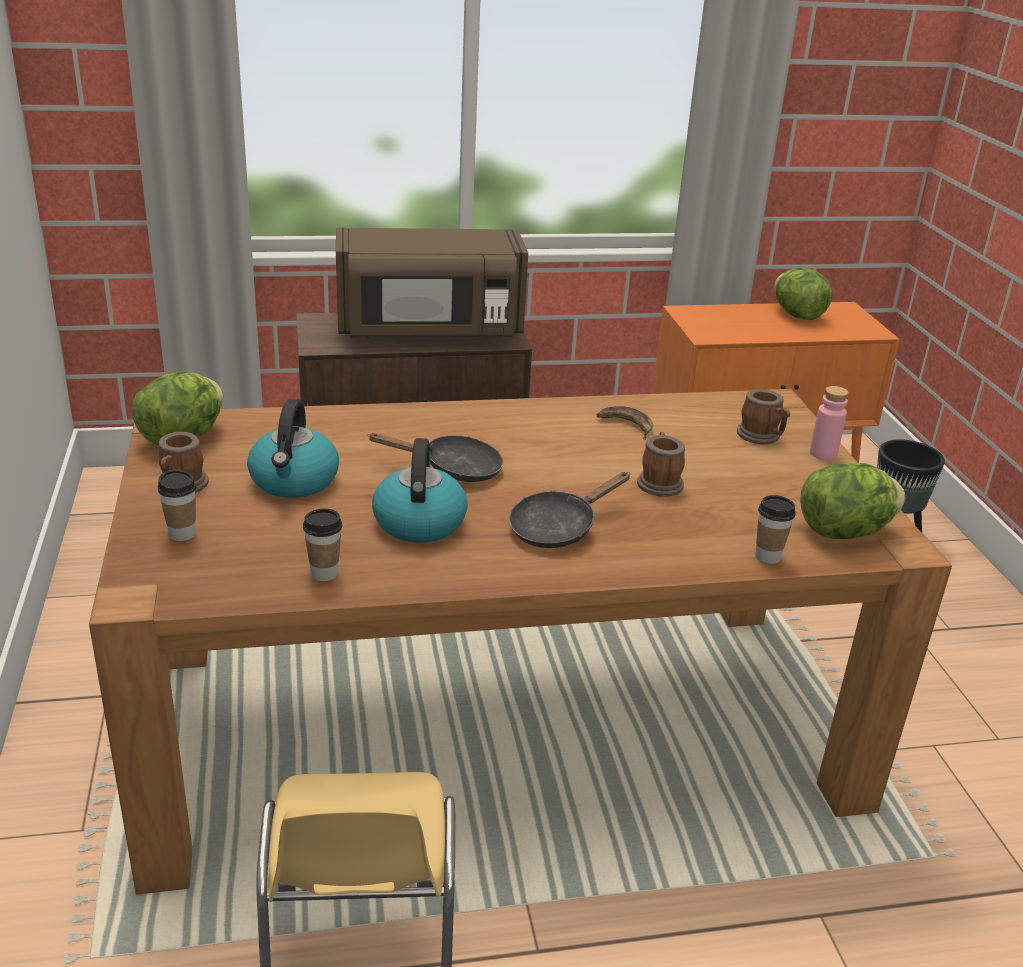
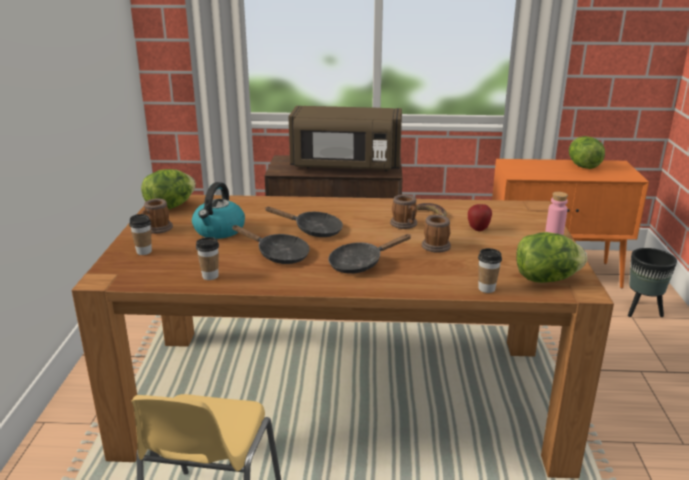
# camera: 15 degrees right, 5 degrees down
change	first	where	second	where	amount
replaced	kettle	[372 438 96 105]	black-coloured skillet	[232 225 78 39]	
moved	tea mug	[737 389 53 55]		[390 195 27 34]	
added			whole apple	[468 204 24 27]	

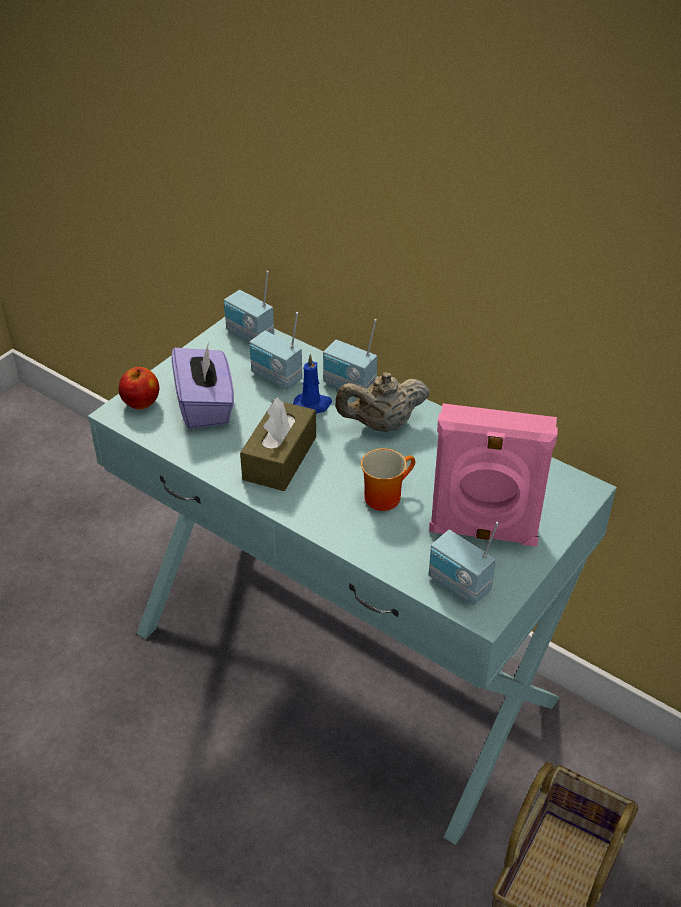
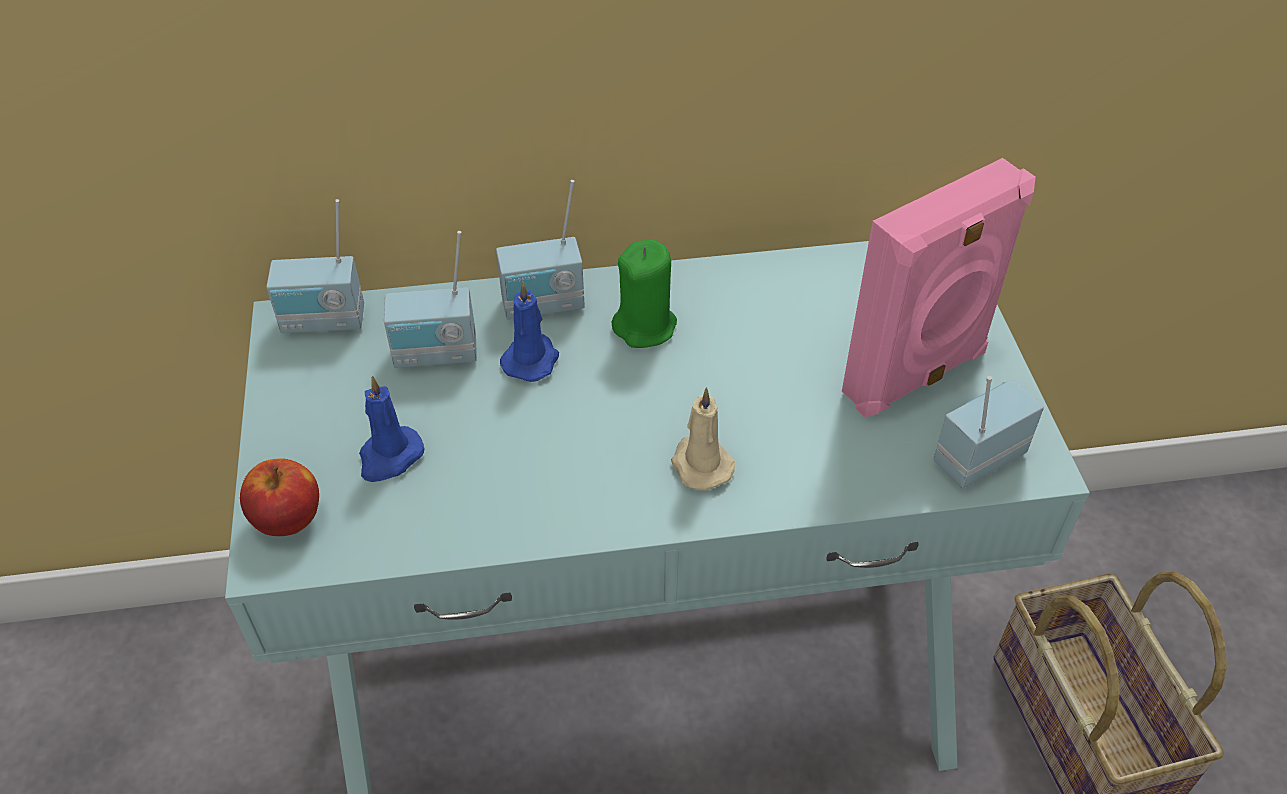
# camera: 45 degrees left, 5 degrees up
change	first	where	second	where	amount
replaced	purple-coloured box of tissues	[172 342 62 87]	bluish wax candle	[359 376 65 106]	
replaced	beige-coloured teapot	[335 372 95 60]	greenish wax candle	[612 239 65 109]	
added			beige-coloured wax candle	[671 387 64 104]	
turned	radio receiver	[429 522 70 83]		[933 376 111 112]	150 degrees clockwise
removed	brown box of tissues	[240 398 76 93]			
removed	tea mug	[361 448 54 63]			

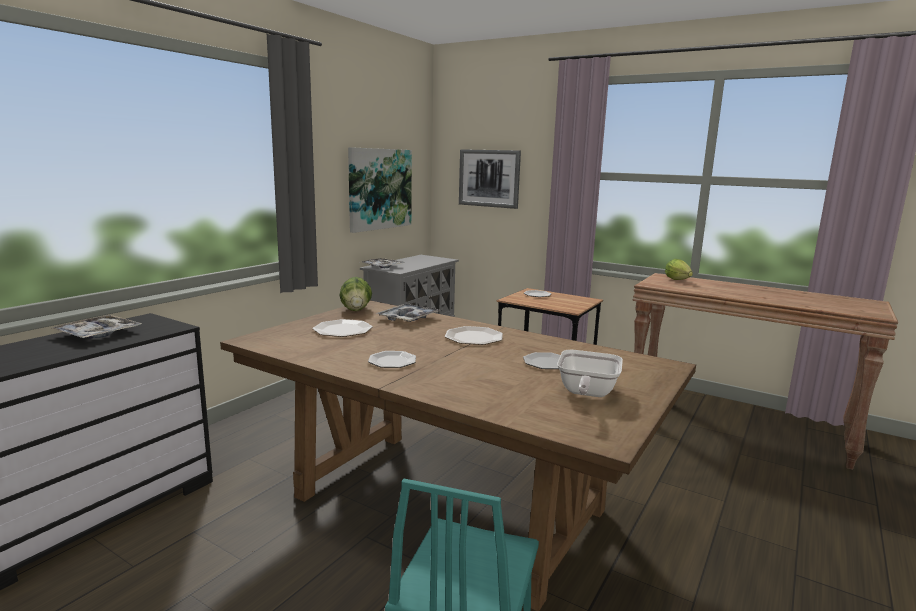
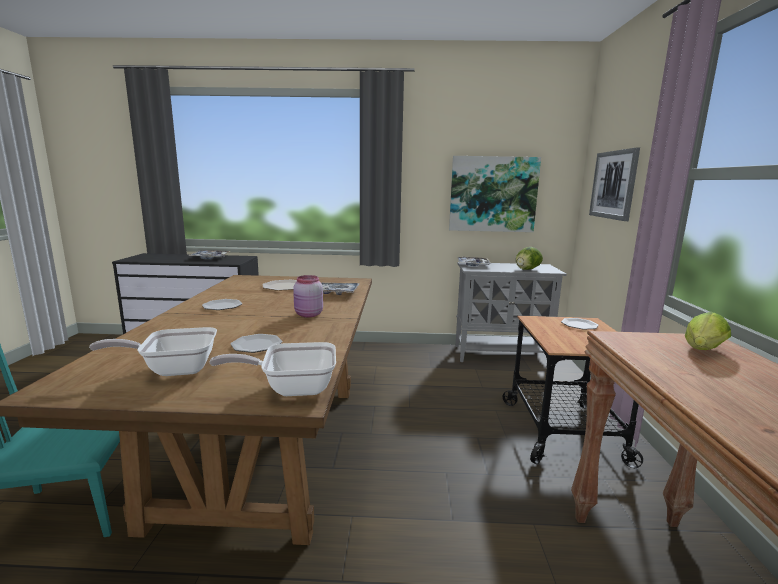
# camera: 60 degrees right, 0 degrees up
change	first	where	second	where	amount
added			skillet	[209 342 127 54]	
replaced	dinner plate	[445 326 58 19]	pink jar	[293 275 30 42]	
moved	head of lettuce	[339 277 33 34]		[516 247 27 23]	

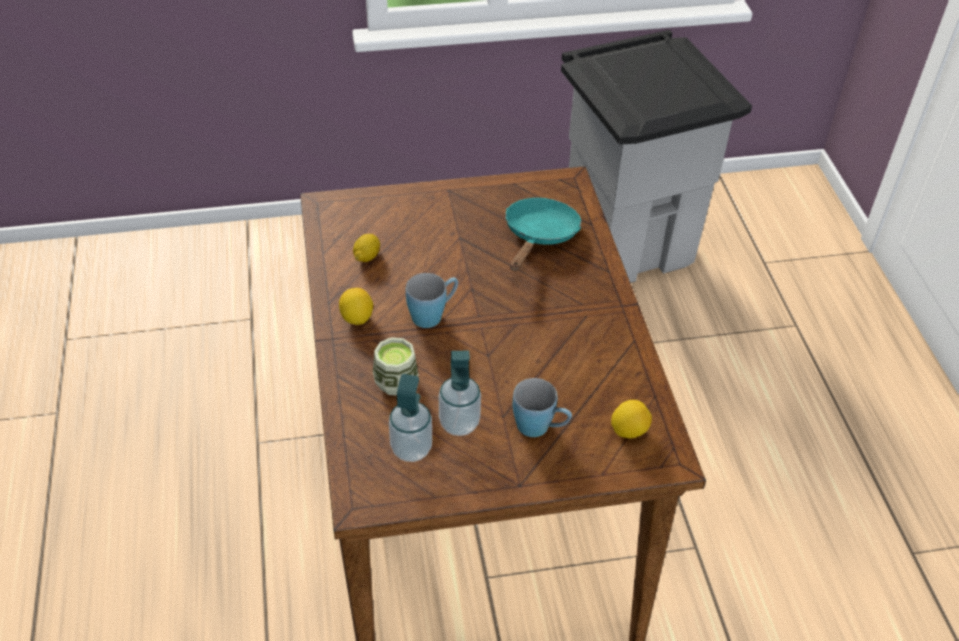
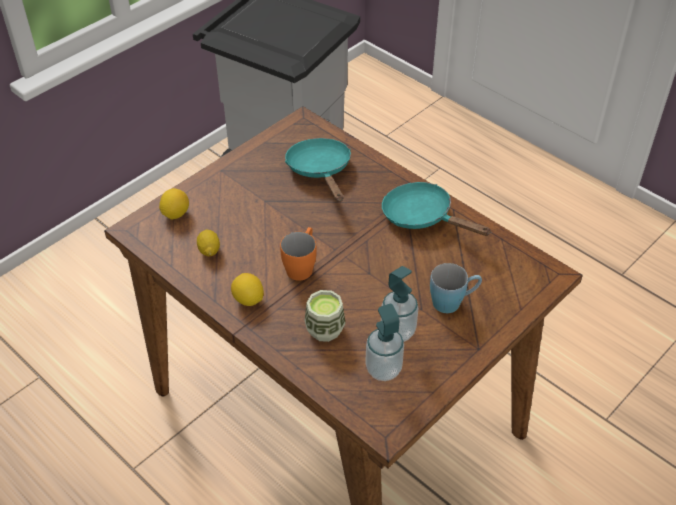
# camera: 35 degrees left, 0 degrees up
change	first	where	second	where	amount
moved	whole lemon	[611 400 41 38]		[159 188 30 32]	
recoloured	bluish tea mug	[406 273 52 55]	orange-coloured tea mug	[280 227 36 54]	
added			turquoise skillet	[382 182 109 54]	

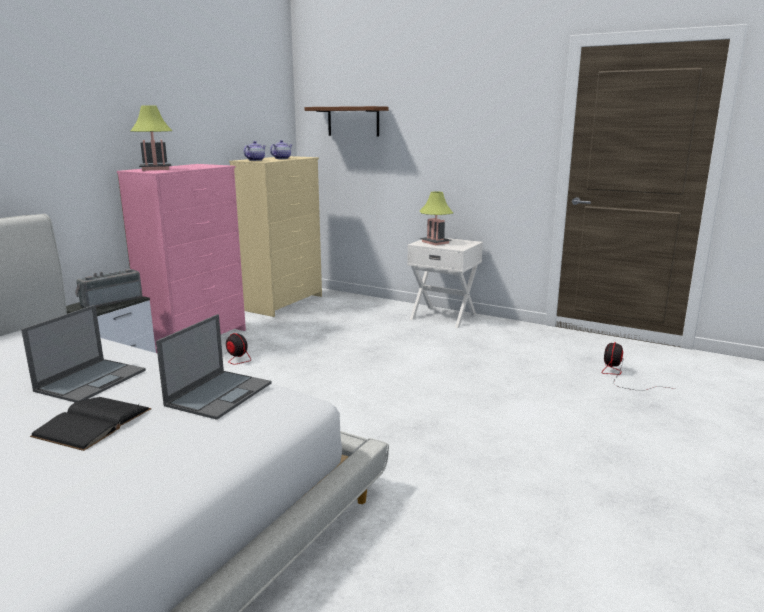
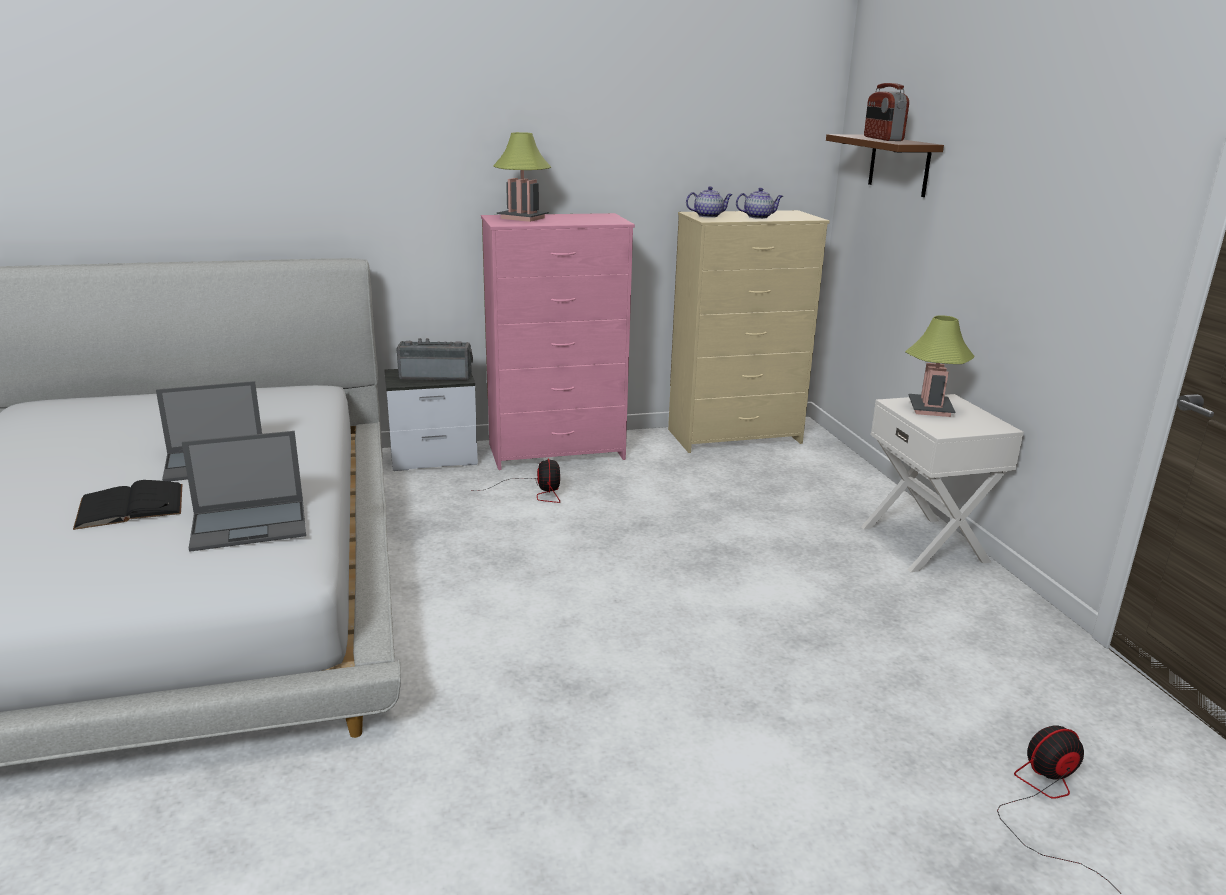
# camera: 45 degrees right, 5 degrees up
change	first	where	second	where	amount
added			radio receiver	[864 83 45 58]	

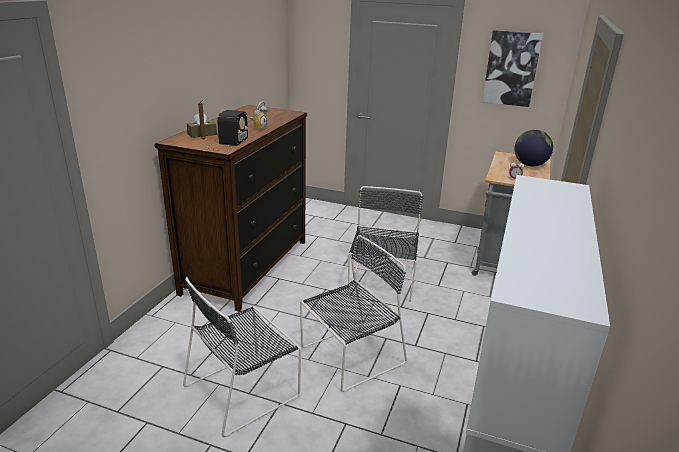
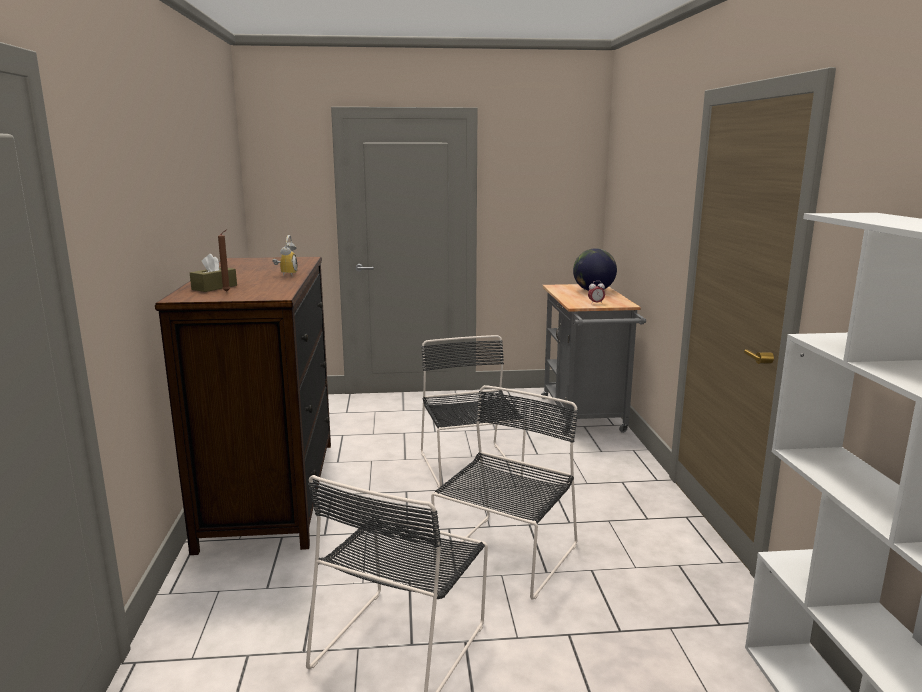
# camera: 25 degrees left, 10 degrees down
change	first	where	second	where	amount
removed	radio receiver	[204 110 45 41]			
removed	wall picture	[482 30 61 77]			

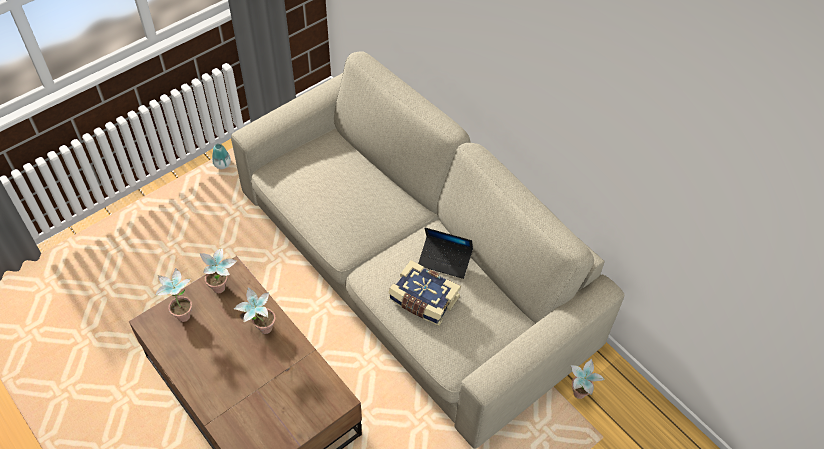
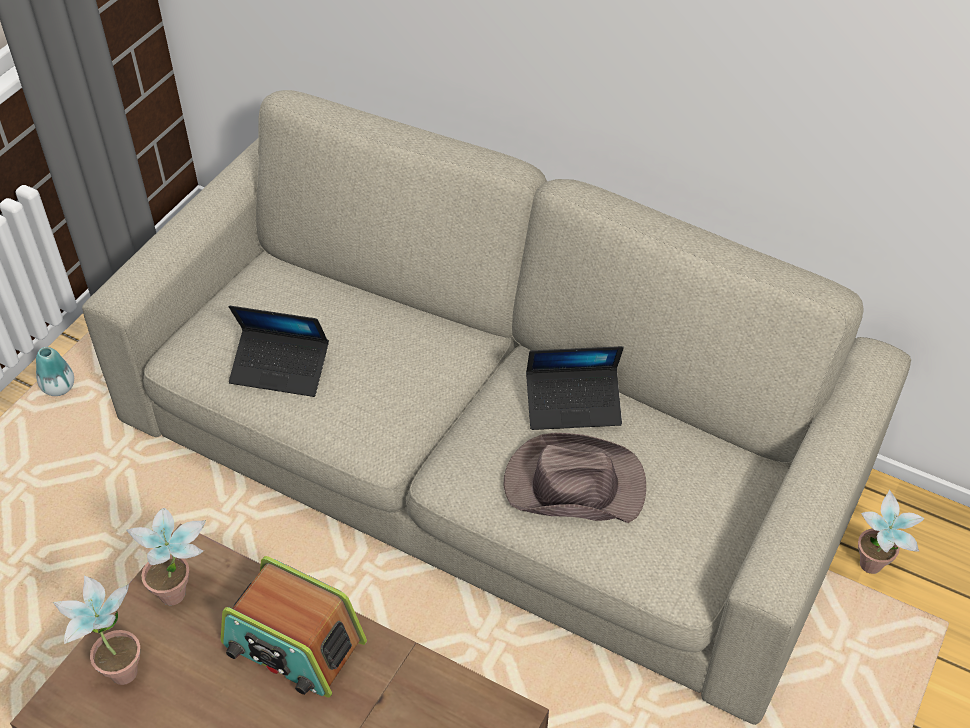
# camera: 20 degrees left, 5 degrees down
change	first	where	second	where	amount
replaced	houseplant	[234 287 42 47]	radio receiver	[221 556 146 142]	
added			portable computer	[229 306 100 91]	
replaced	bound book	[388 260 73 66]	brown clothing hat	[503 433 143 90]	

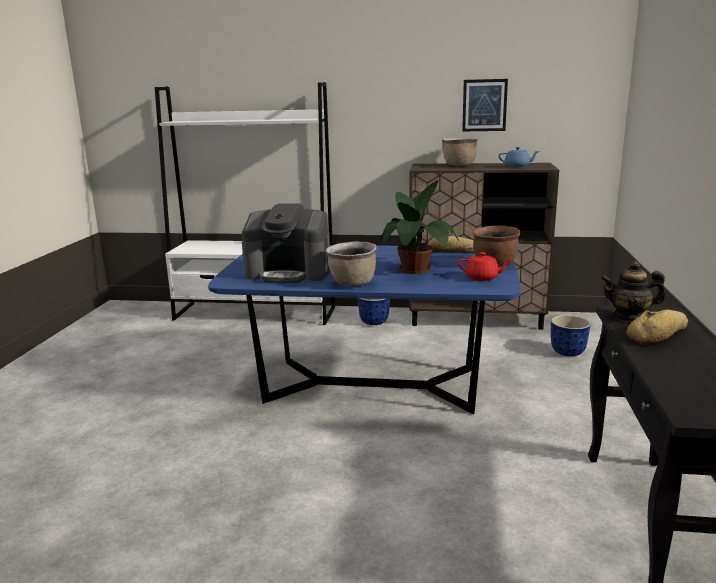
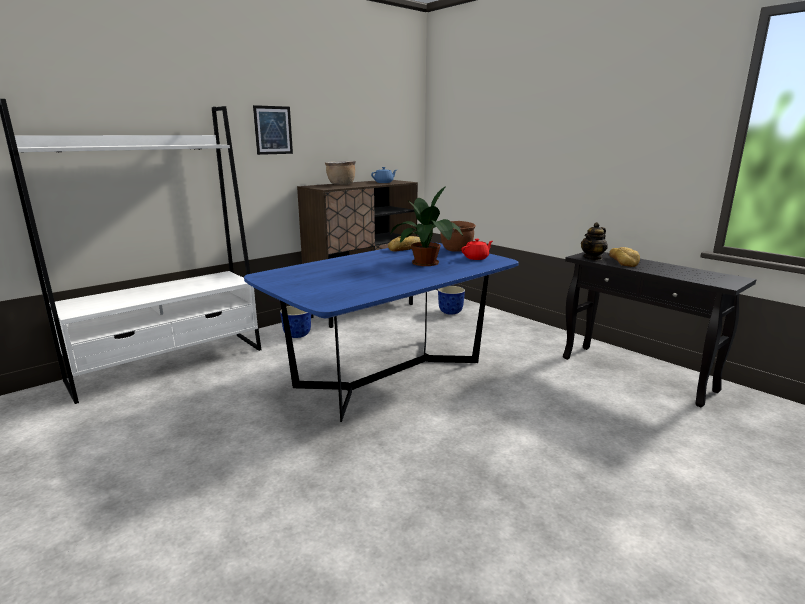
# camera: 50 degrees left, 0 degrees up
change	first	where	second	where	amount
moved	wall picture	[462 79 46 52]		[253 105 40 50]	
removed	coffee machine	[242 203 88 80]			
removed	brown saucepot	[326 241 51 45]			

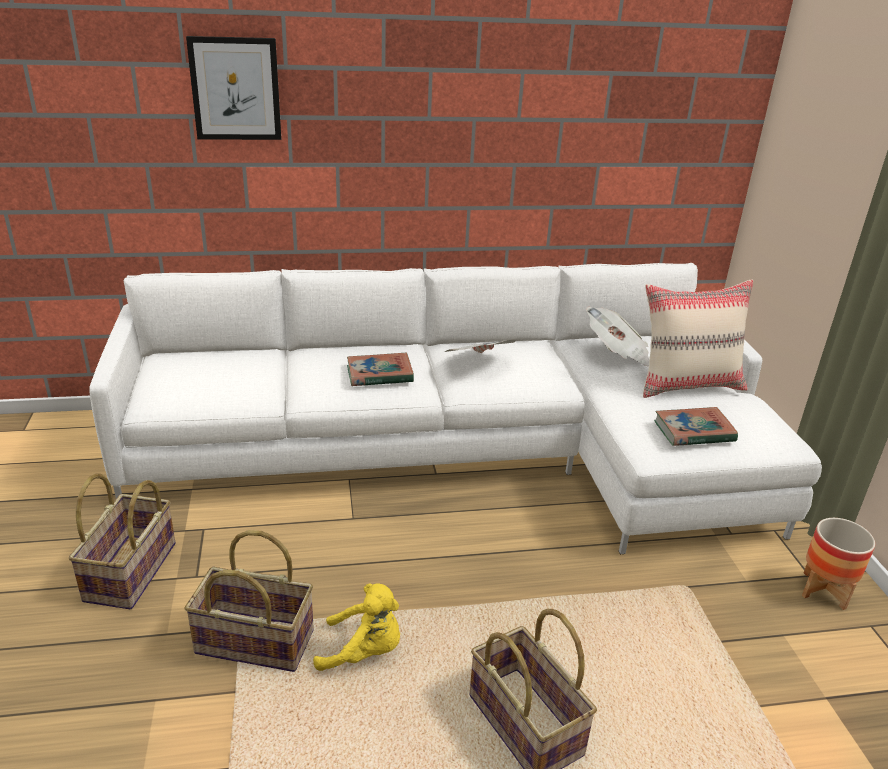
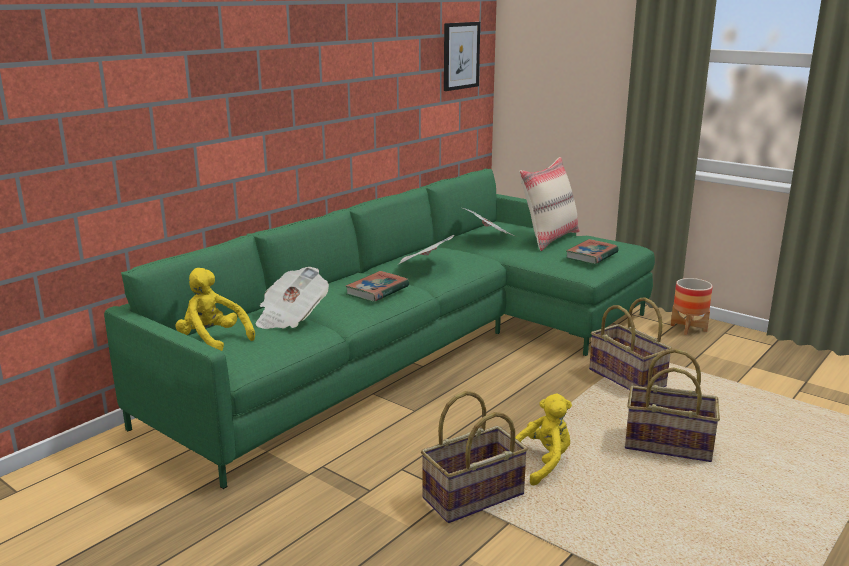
# camera: 40 degrees left, 10 degrees down
change	first	where	second	where	amount
recoloured	white sofa	[89 263 733 291]	greenish sofa	[104 169 551 320]	
added			yellowish plush toy	[175 268 80 83]	
added			printed paper	[255 267 74 62]	
moved	wall picture	[186 36 95 104]		[444 22 36 69]	
moved	basket	[68 474 107 135]		[589 297 83 93]	

